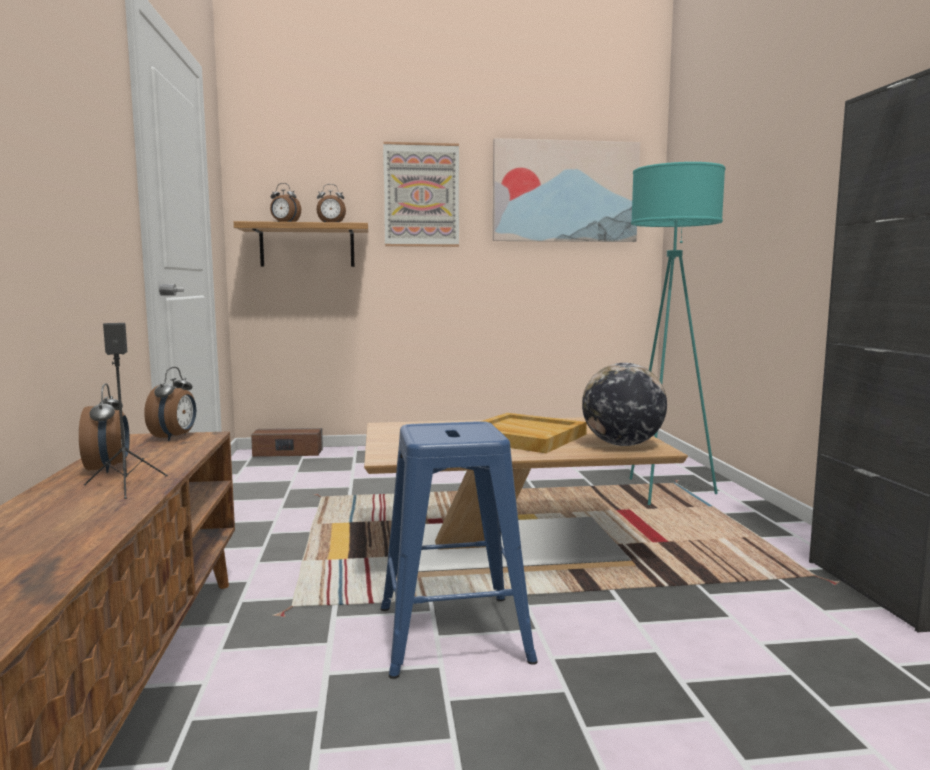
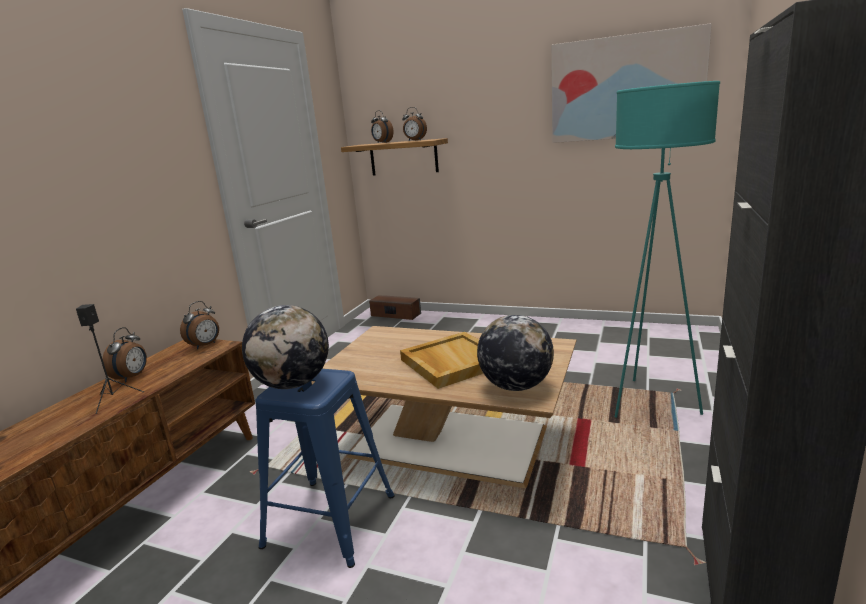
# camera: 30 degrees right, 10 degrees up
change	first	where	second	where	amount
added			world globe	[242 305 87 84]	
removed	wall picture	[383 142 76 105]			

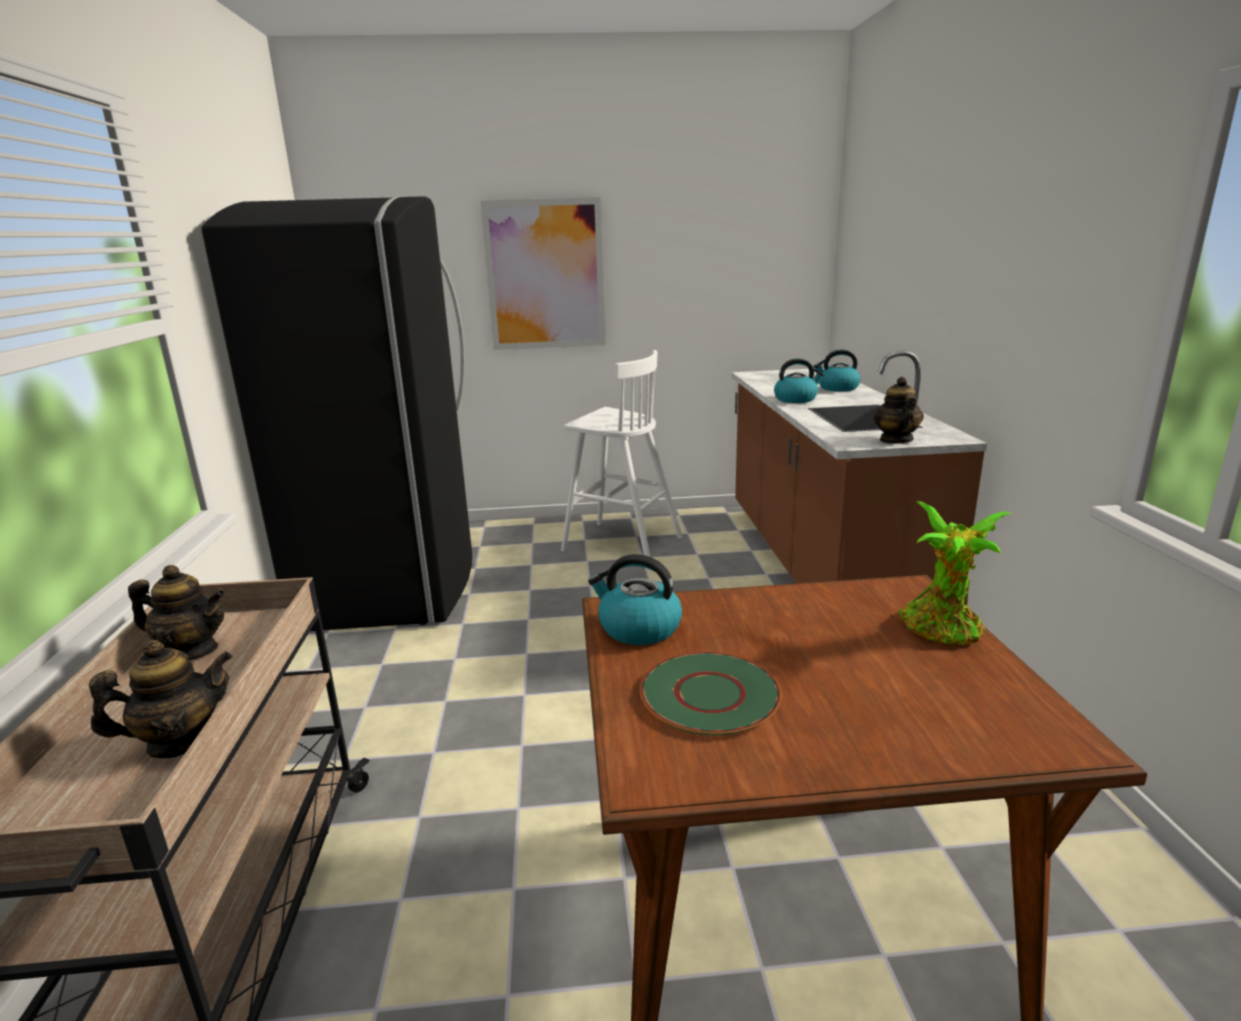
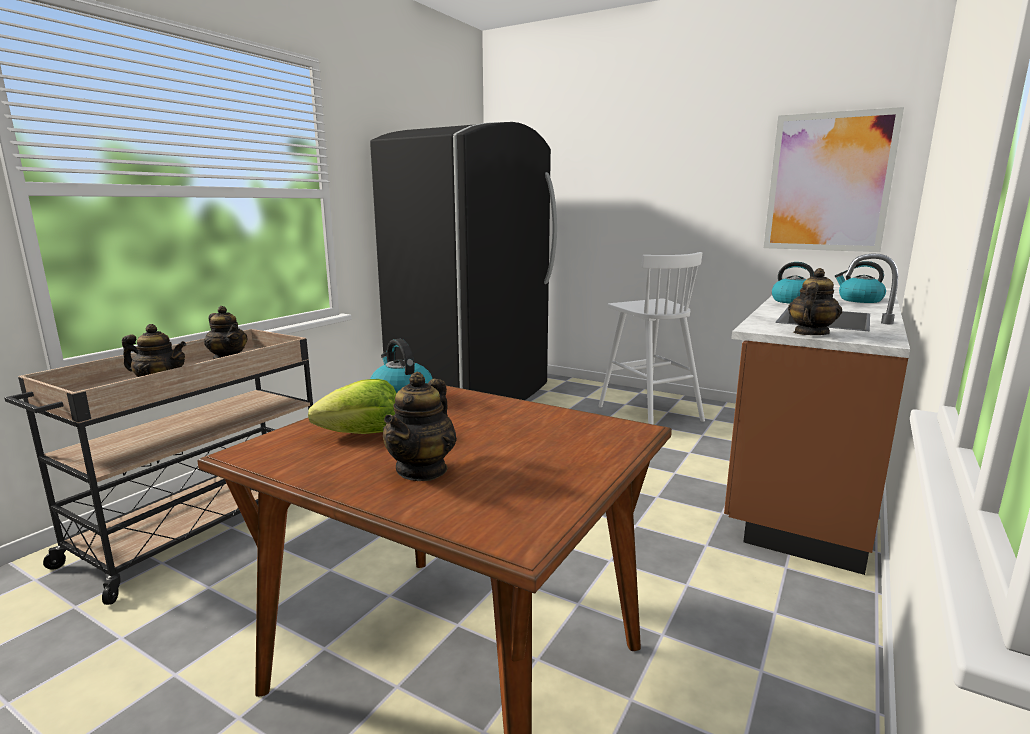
# camera: 35 degrees right, 5 degrees down
change	first	where	second	where	amount
replaced	greenish dinner plate	[640 652 141 83]	head of lettuce	[308 379 89 55]	
added			teapot	[383 372 74 109]	
moved	wall picture	[481 197 125 153]		[764 107 140 145]	
removed	houseplant	[899 501 114 144]			

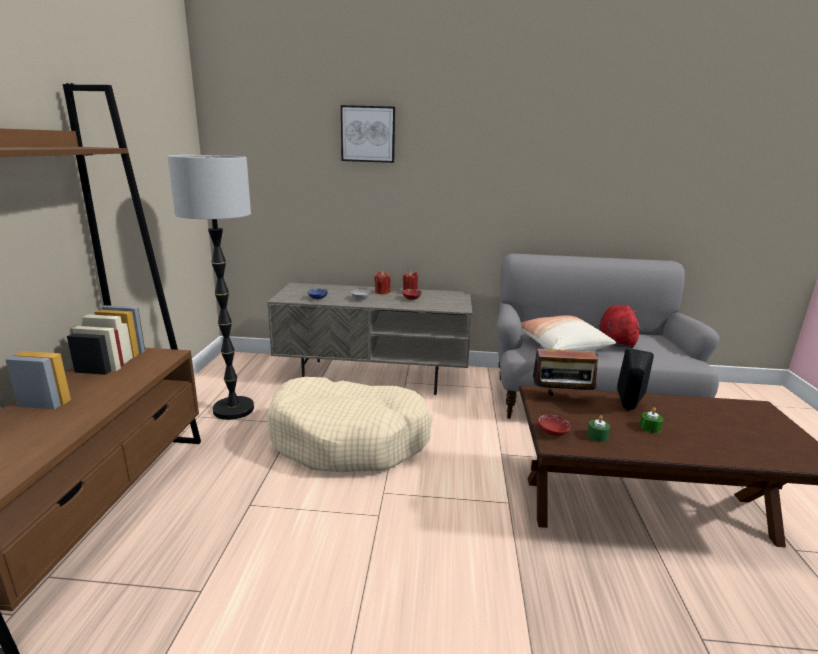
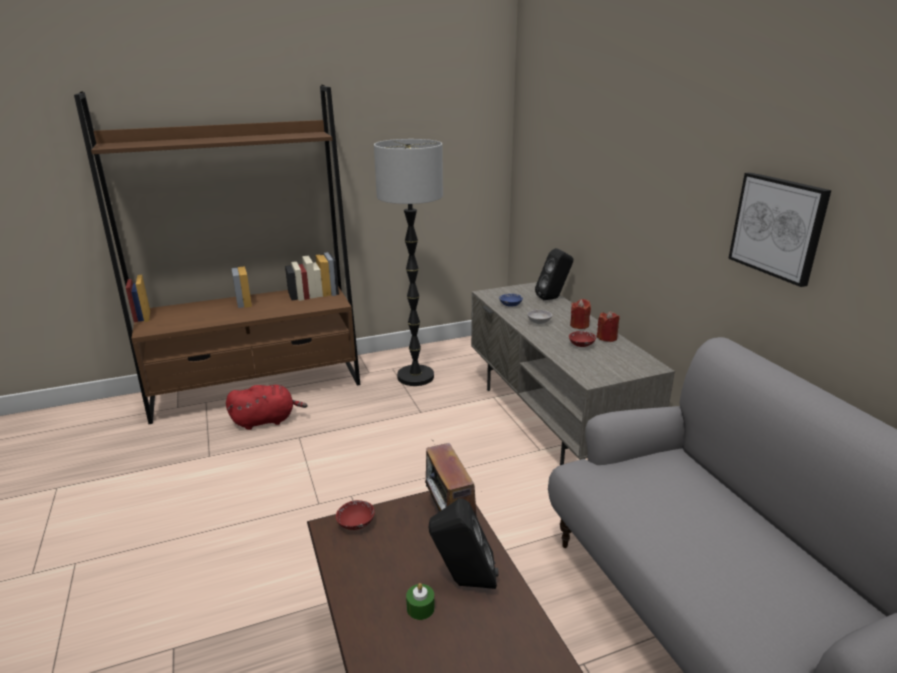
# camera: 65 degrees right, 5 degrees up
change	first	where	second	where	amount
moved	reddish plush toy	[600 305 42 43]		[226 385 81 45]	
added			black-coloured speaker	[535 248 38 52]	
moved	wall picture	[341 105 54 58]		[728 172 103 115]	
removed	beige-coloured dog bed	[267 377 165 95]			
removed	pillow	[521 315 95 36]			
removed	greenish wax candle	[587 415 23 27]			

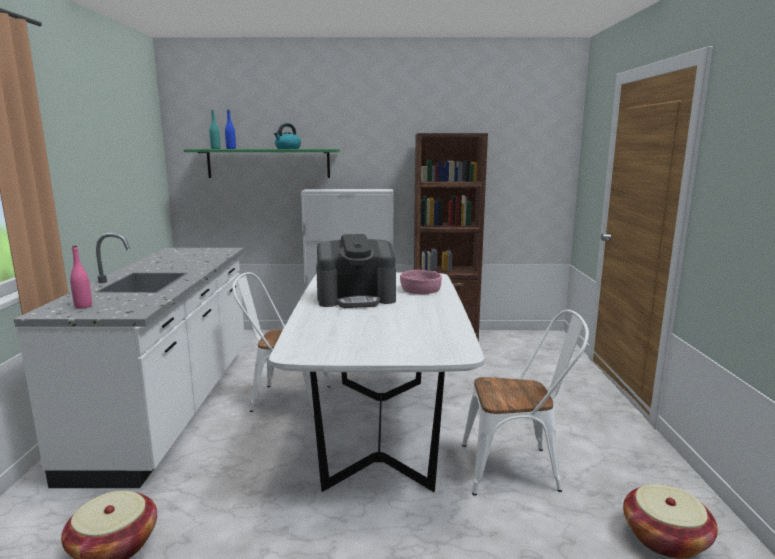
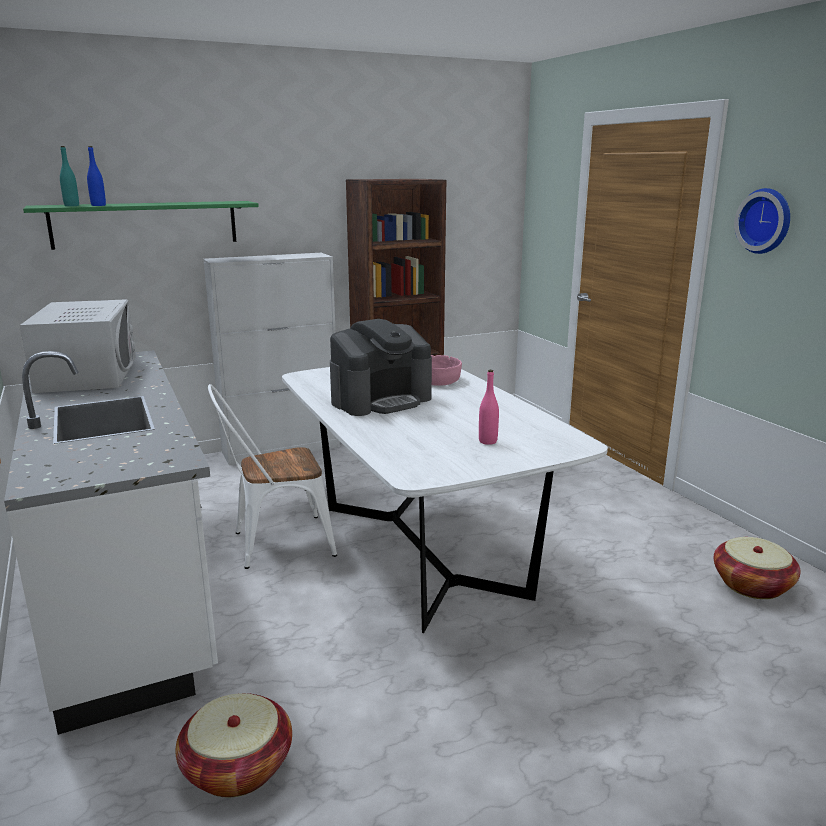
# camera: 25 degrees left, 5 degrees up
change	first	where	second	where	amount
added			white kitchen microwave	[20 299 116 94]	
moved	pink bottle	[70 246 22 63]		[479 370 20 75]	
added			wall clock	[734 188 56 66]	
removed	kettle	[274 123 27 26]			
removed	white upright chair	[462 310 127 186]			

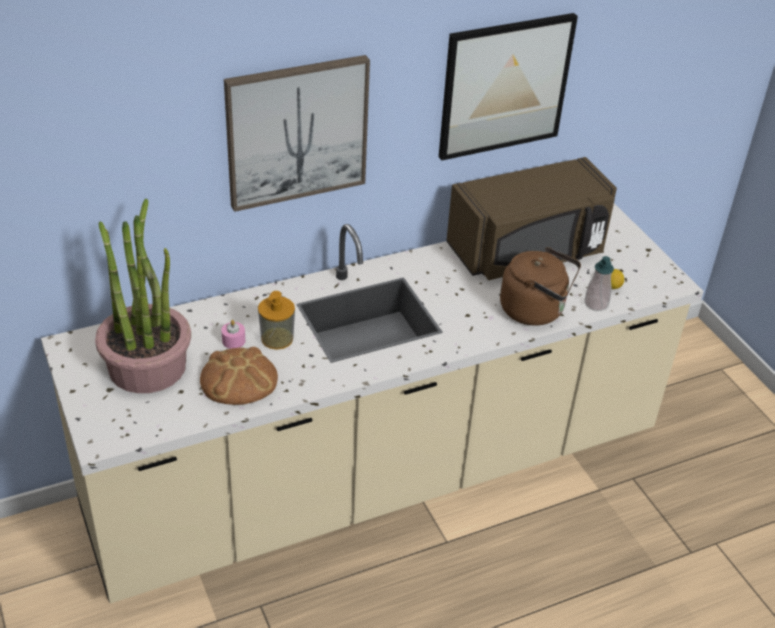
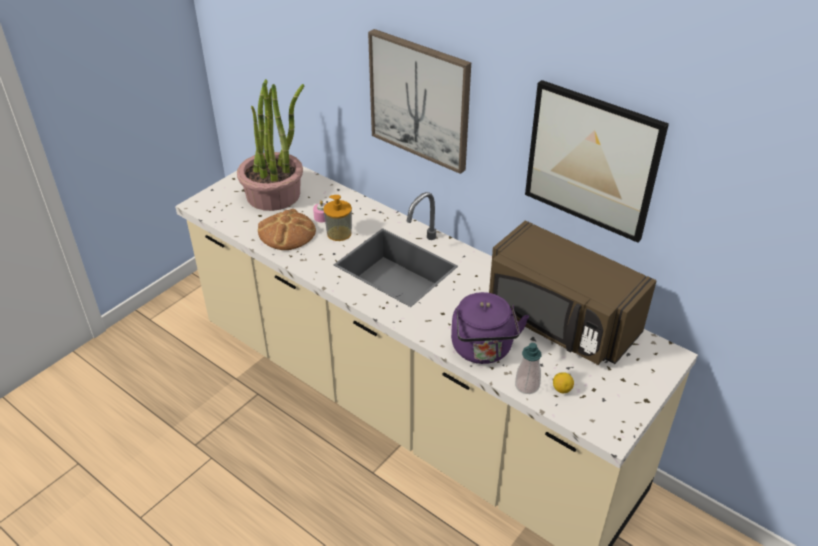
# camera: 65 degrees right, 0 degrees up
change	first	where	second	where	amount
recoloured	brown kettle	[500 247 81 79]	purple-coloured kettle	[451 292 78 72]	

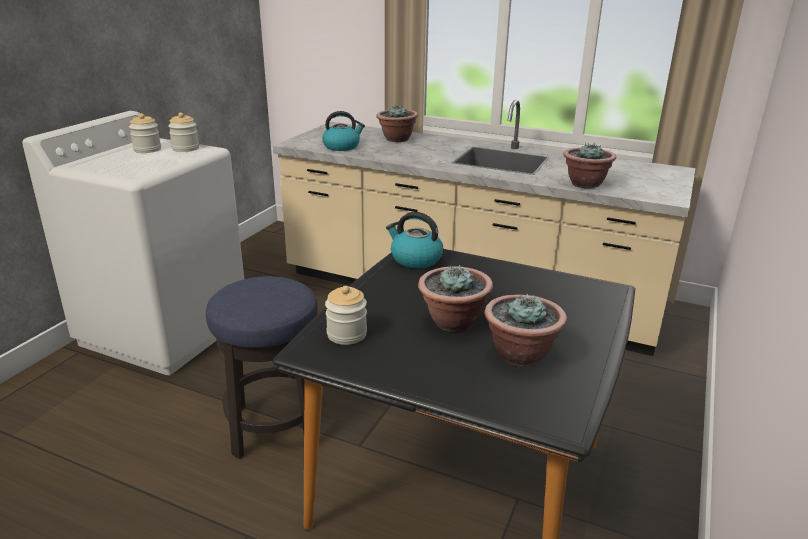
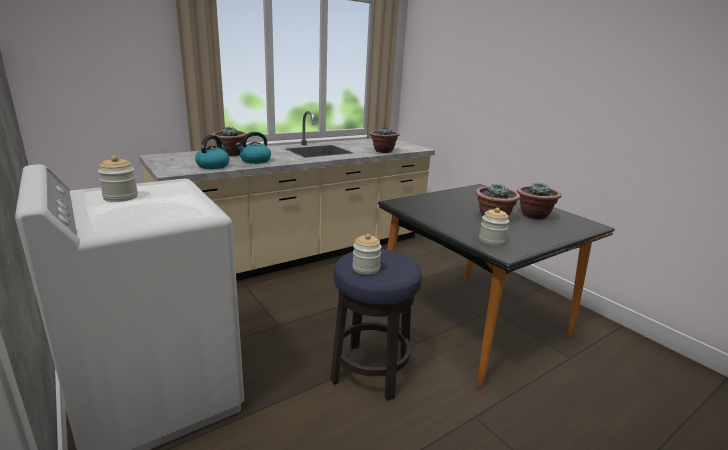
# camera: 60 degrees left, 5 degrees down
change	first	where	second	where	amount
moved	kettle	[386 212 57 56]		[235 132 36 32]	
moved	jar	[168 113 31 39]		[352 234 30 41]	

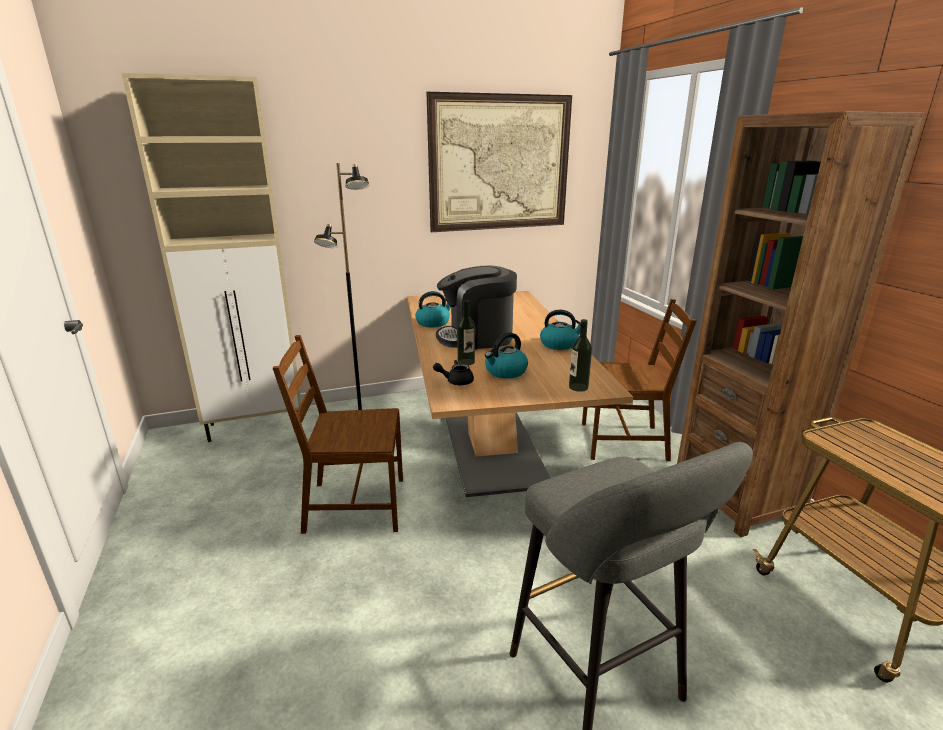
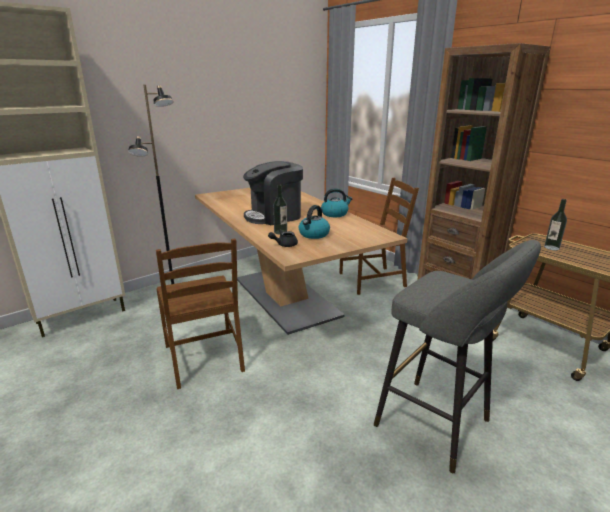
# camera: 20 degrees left, 0 degrees up
change	first	where	second	where	amount
turned	brown upright chair	[273 335 130 199]		[156 239 89 150]	90 degrees counterclockwise
moved	bottle	[569 319 23 73]		[544 199 23 51]	
removed	kettle	[415 291 36 36]			
removed	wall picture	[426 92 146 140]			

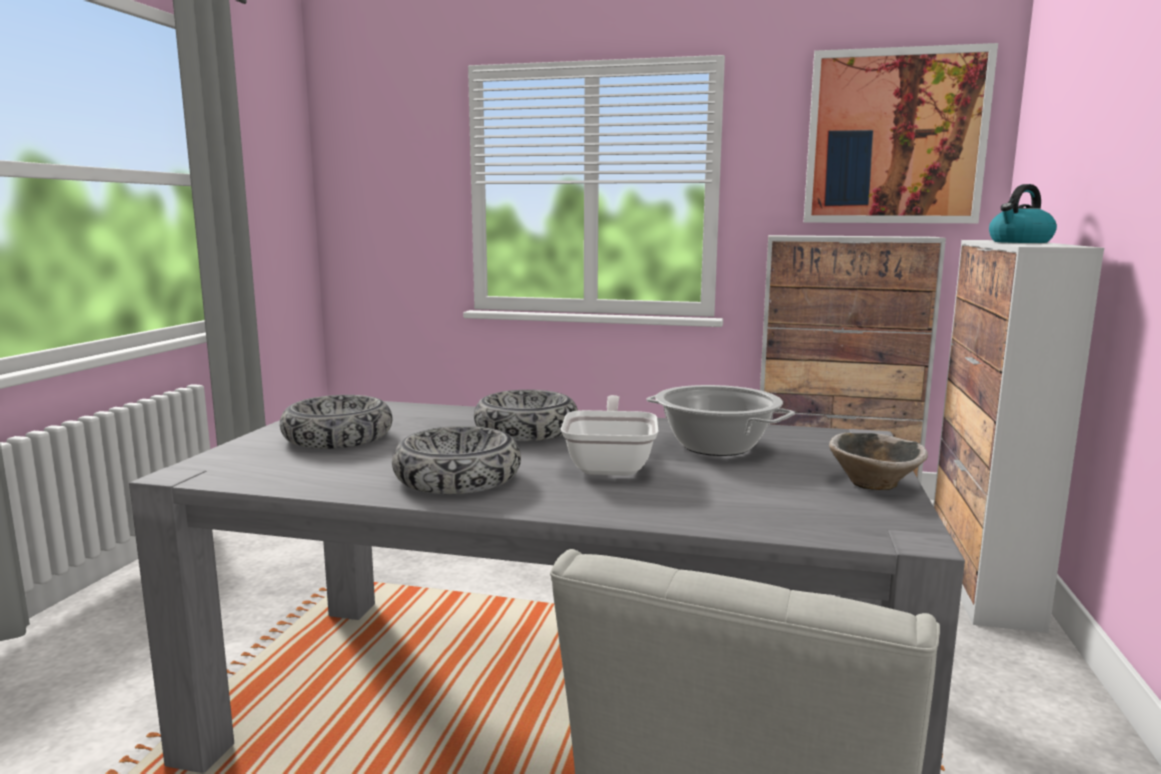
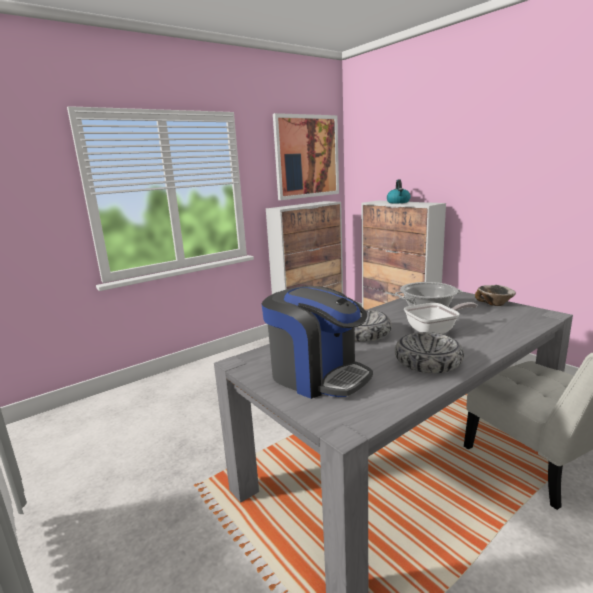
# camera: 50 degrees left, 5 degrees up
change	first	where	second	where	amount
replaced	deep dish	[280 395 112 54]	coffee machine	[261 286 112 113]	
turned	skillet	[561 395 97 81]		[404 302 73 32]	120 degrees clockwise

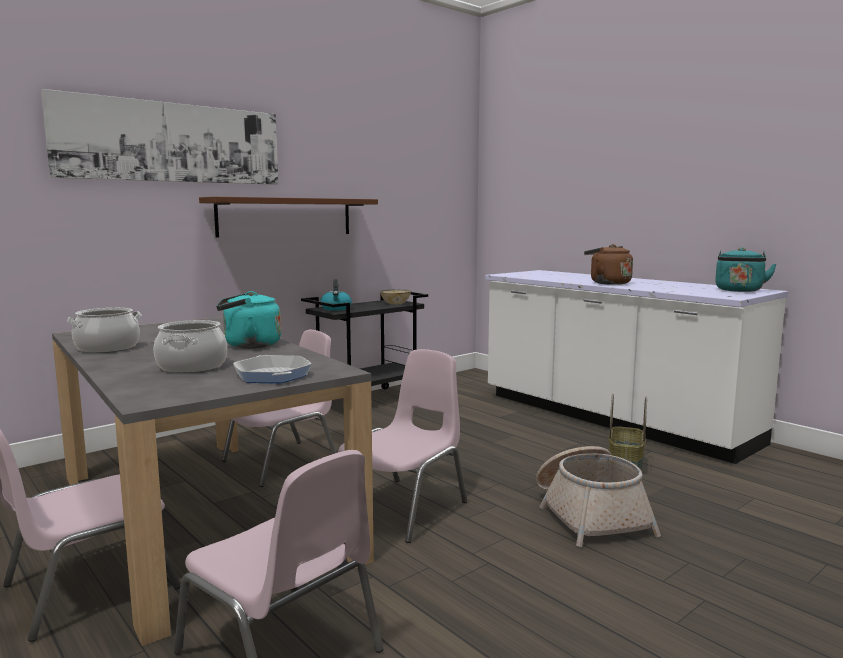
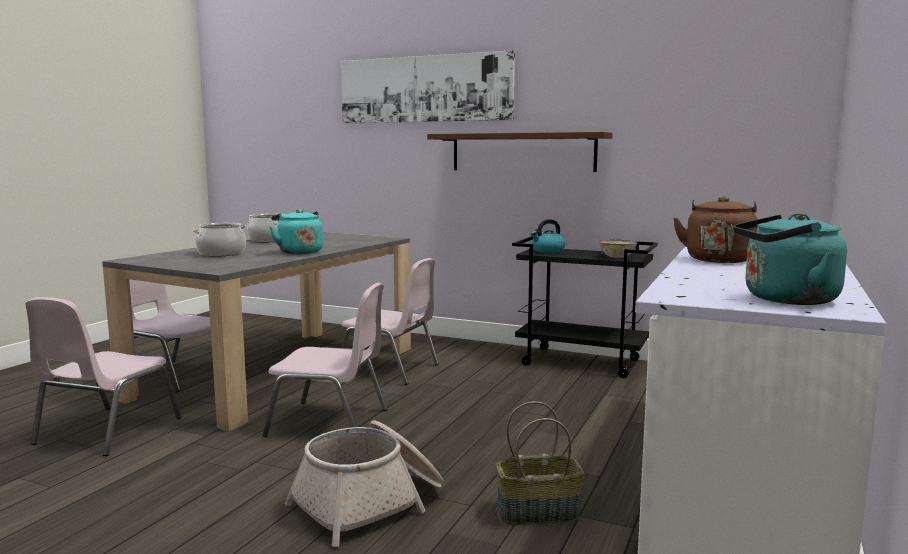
# camera: 65 degrees right, 0 degrees up
change	first	where	second	where	amount
removed	skillet	[233 355 79 28]			

